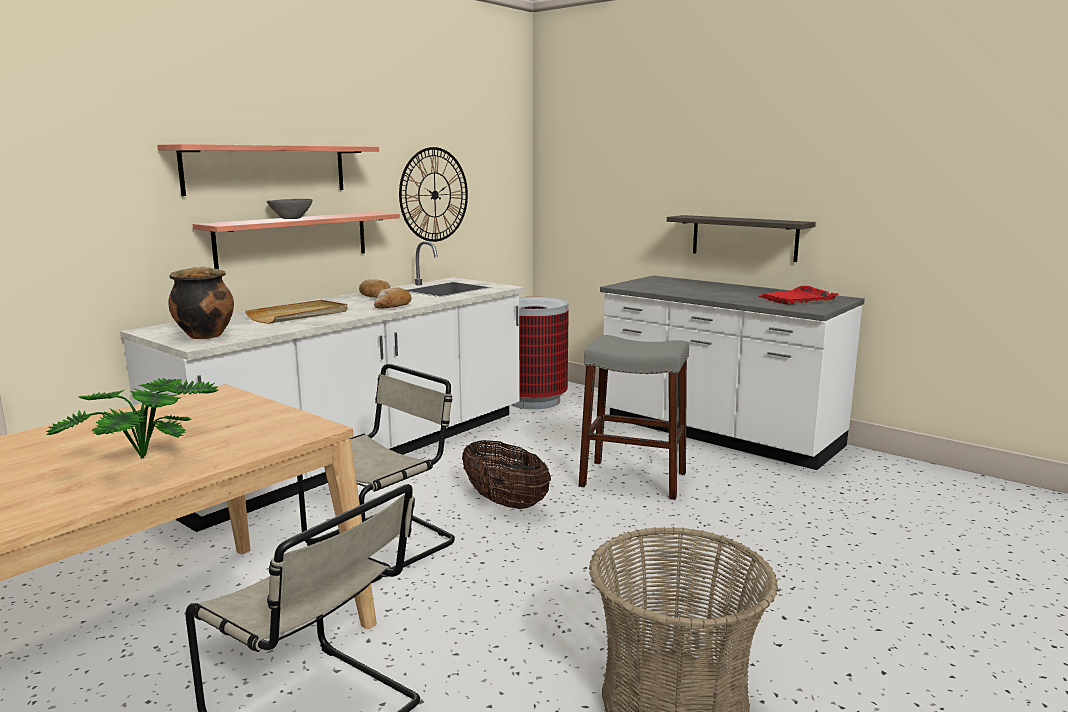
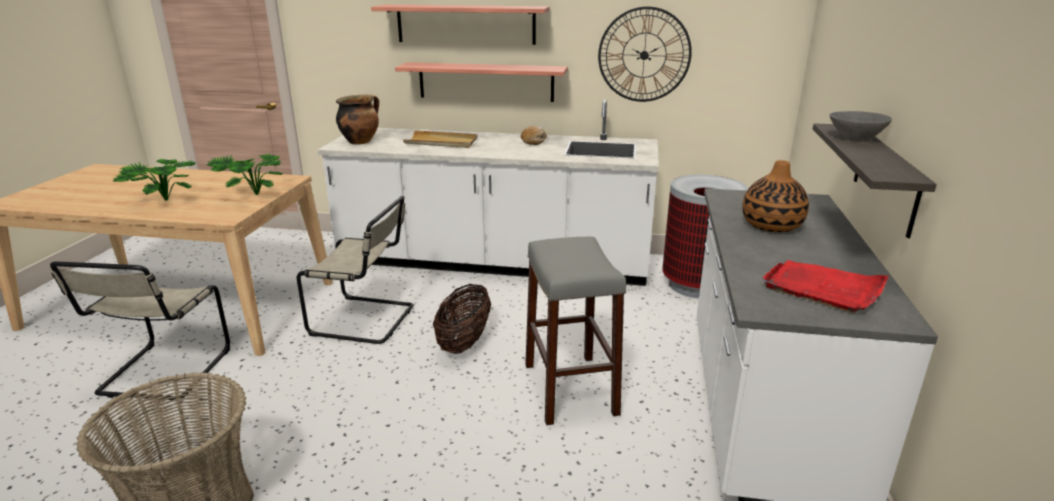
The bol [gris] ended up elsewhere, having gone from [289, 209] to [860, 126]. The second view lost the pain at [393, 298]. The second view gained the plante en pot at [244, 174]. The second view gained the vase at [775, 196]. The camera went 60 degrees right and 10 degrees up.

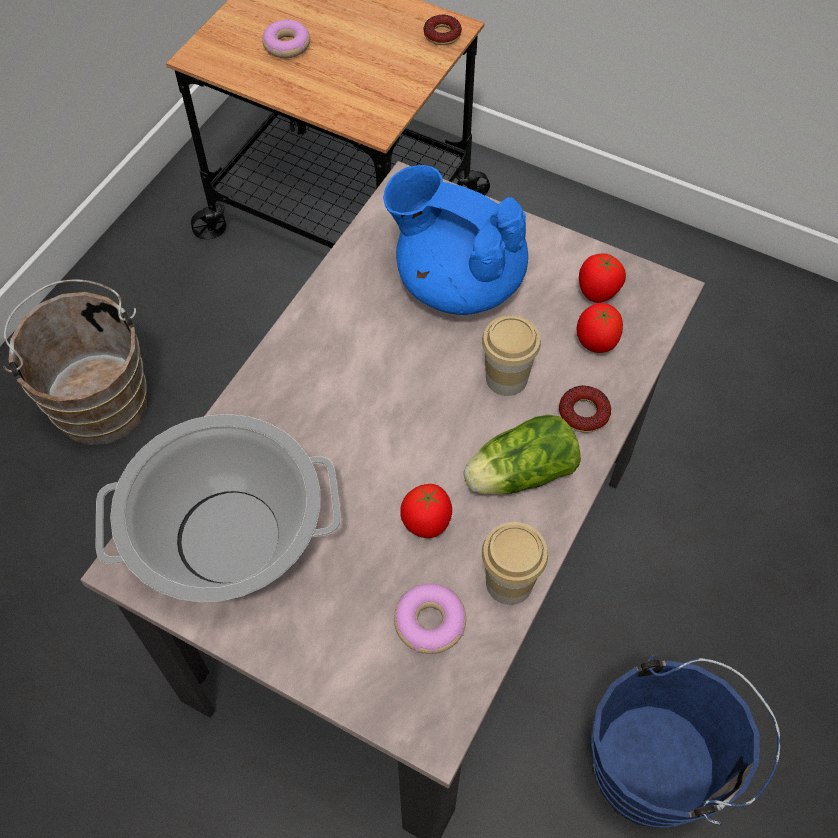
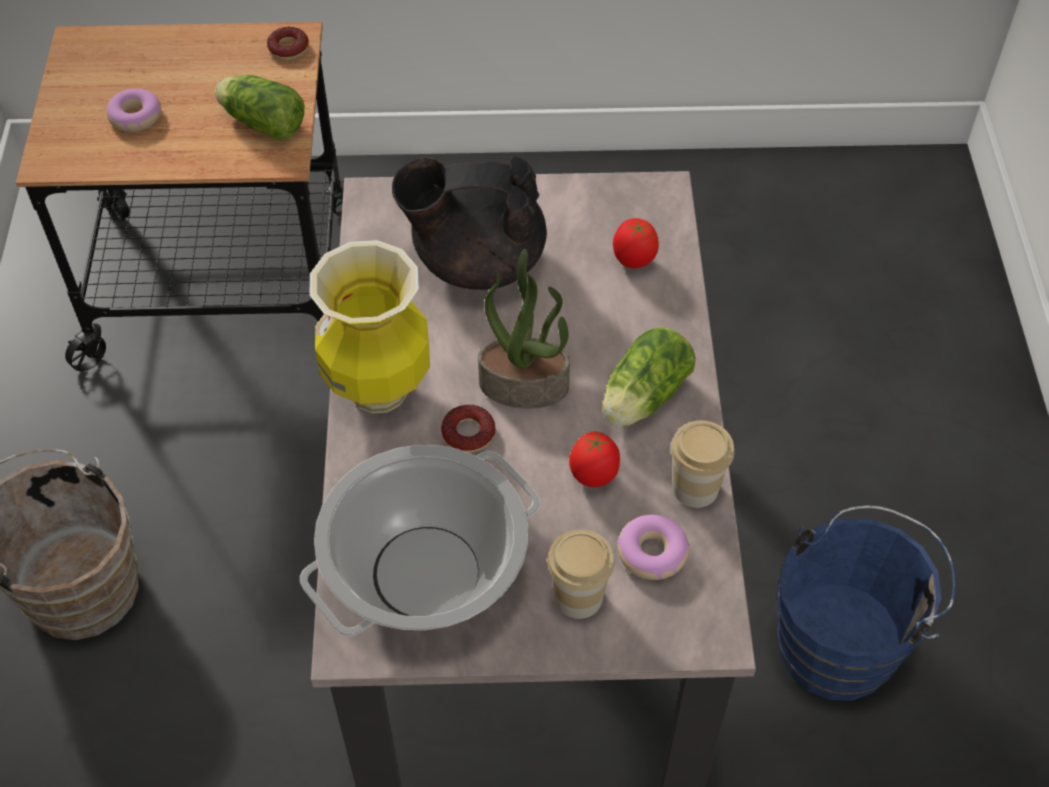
What was the théière [bleu] at [455, 240] turned into the théière [noir] at [469, 222]. The tasse ended up elsewhere, having gone from [511, 355] to [581, 574]. The beignet ended up elsewhere, having gone from [585, 409] to [468, 429]. The second view lost the tomate at [602, 278]. The second view gained the laitue at [260, 107]. The second view gained the vase at [370, 326]. The second view gained the plante en pot at [524, 329]. The camera went 30 degrees left and 5 degrees down.

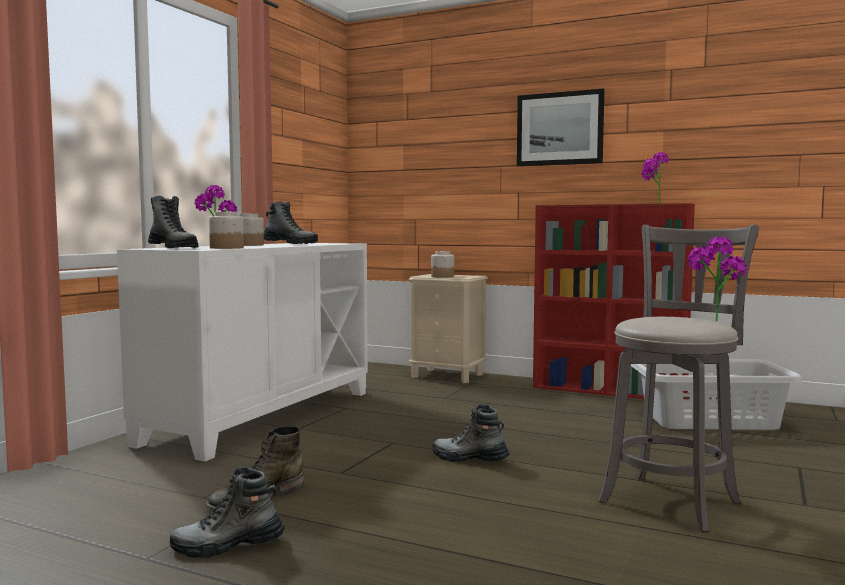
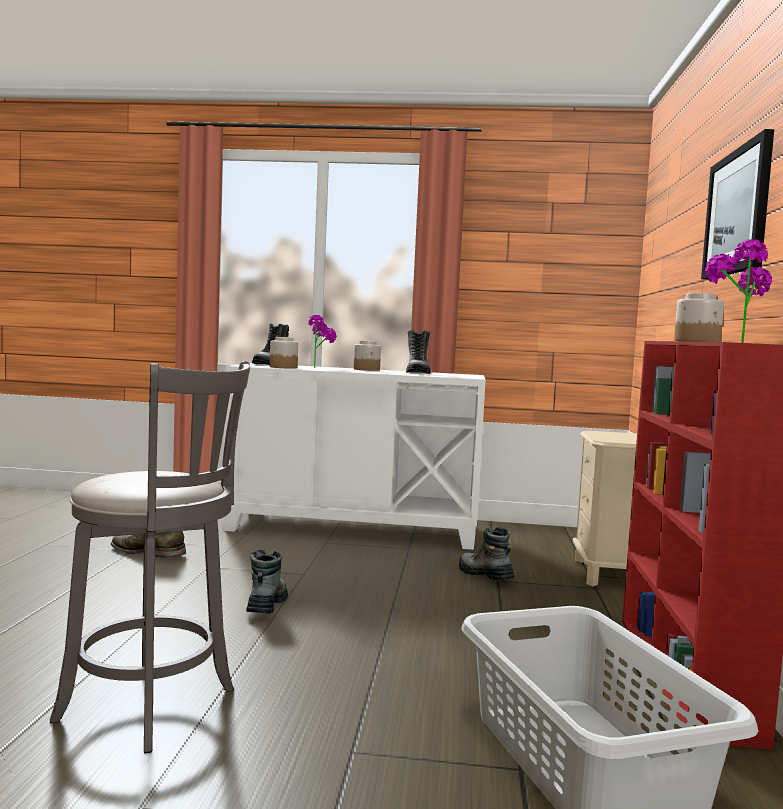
The botte ended up elsewhere, having gone from [226, 512] to [487, 554]. The bocal ended up elsewhere, having gone from [442, 264] to [699, 317]. The second view lost the plante en pot at [718, 279]. The camera went 70 degrees right and 0 degrees up.

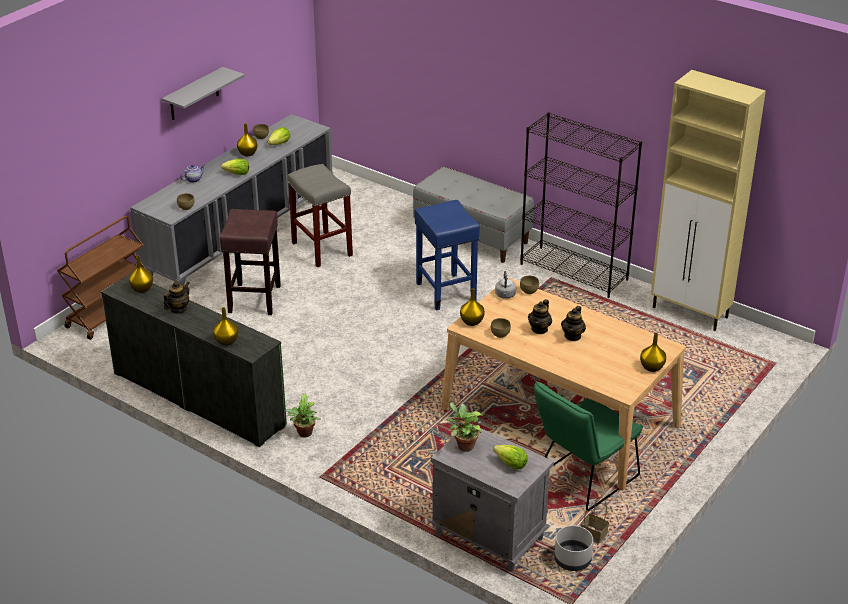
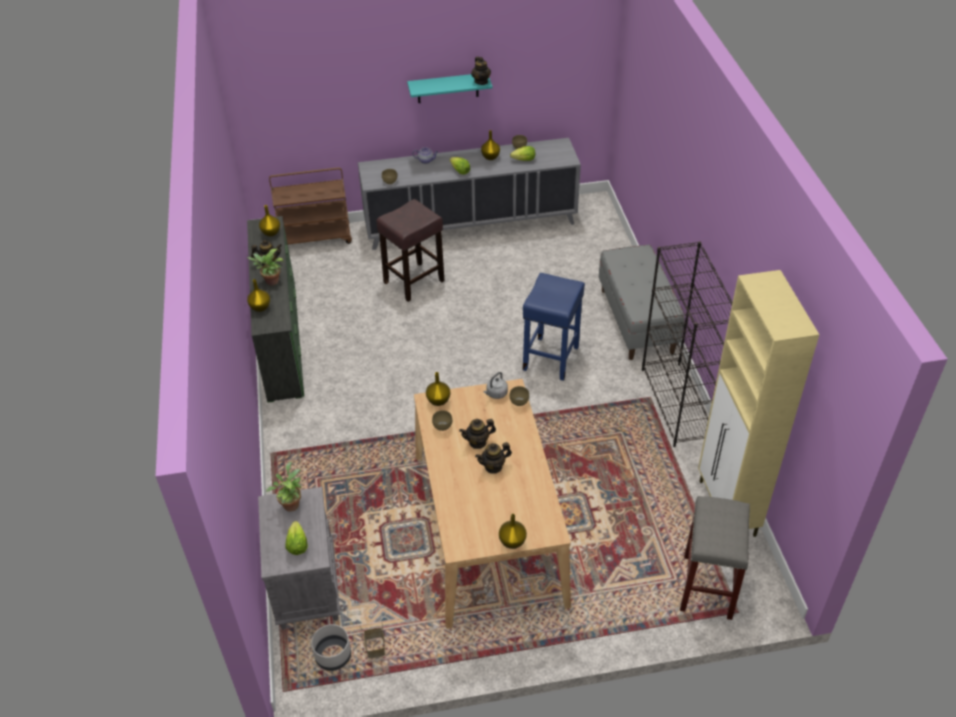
What was the étagère [gris] at [203, 93] turned into the étagère [turquoise] at [450, 88]. The plante en pot ended up elsewhere, having gone from [303, 415] to [265, 267]. The tabouret [gris] ended up elsewhere, having gone from [320, 215] to [715, 558]. The second view lost the chaise [vert] at [588, 445]. The second view gained the théière at [481, 70]. The camera went 45 degrees right and 10 degrees up.

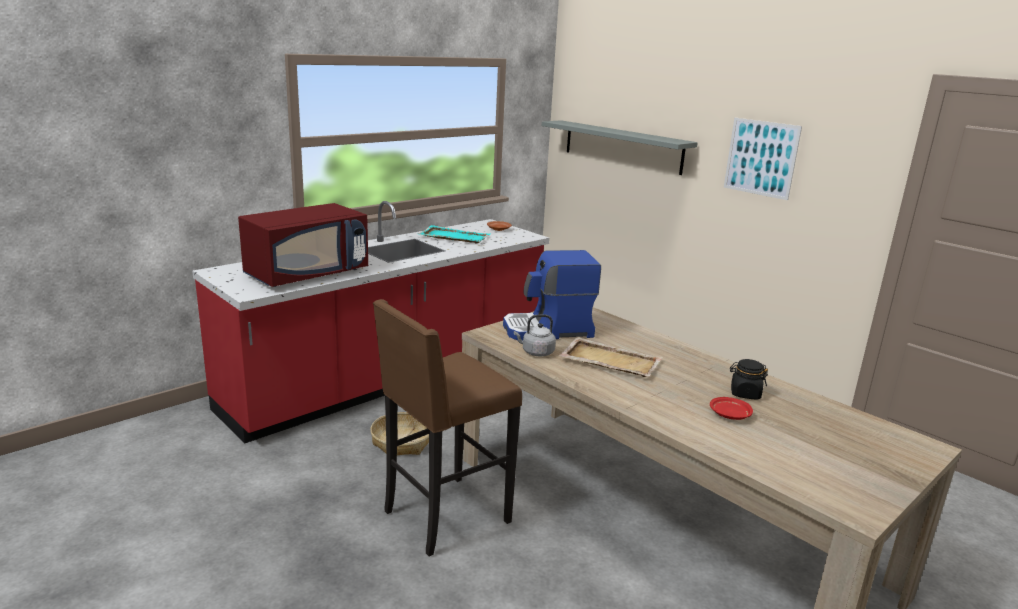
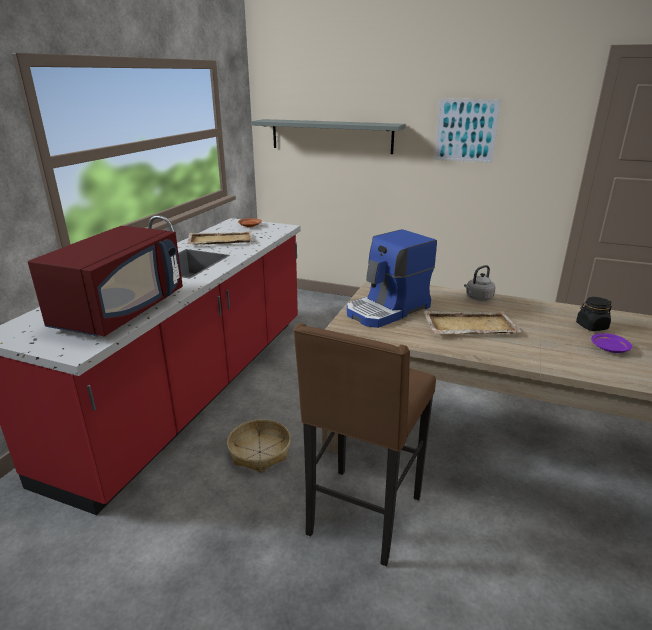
What was the plateau [turquoise] at [454, 234] turned into the plateau [beige] at [220, 237]. The bouilloire [gris] ended up elsewhere, having gone from [535, 335] to [479, 283]. What was the assiette [rouge] at [731, 408] turned into the assiette [violet] at [611, 343]. The camera went 25 degrees left and 5 degrees up.

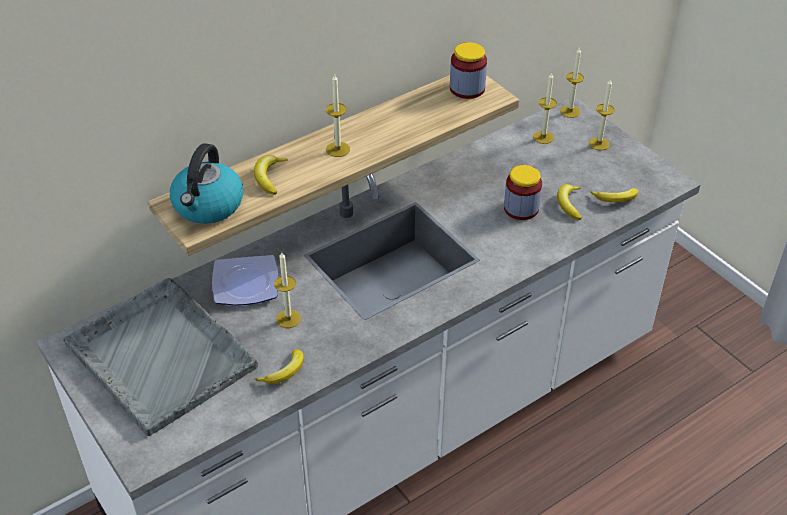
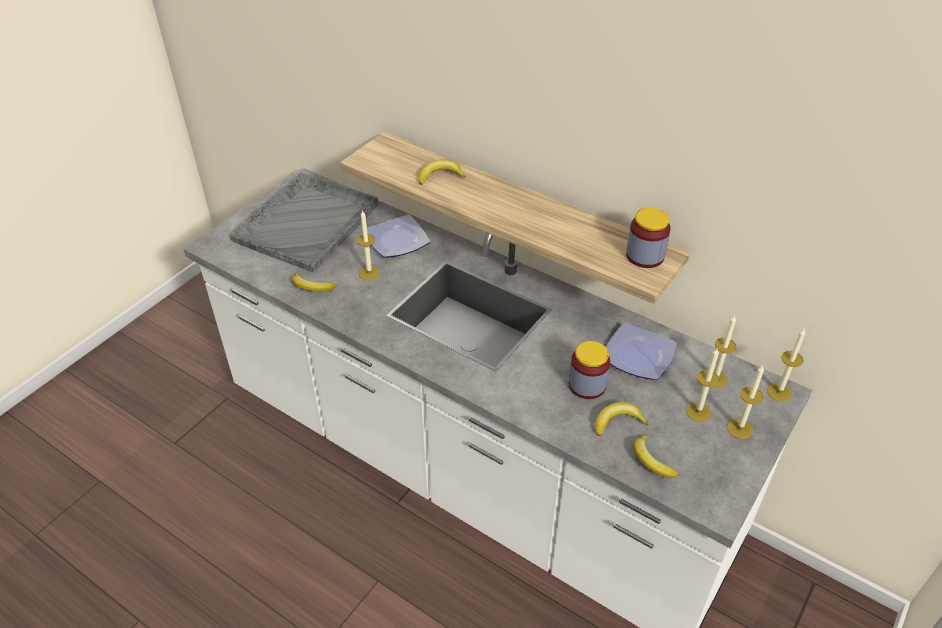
The second view lost the bouilloire at [206, 183]. The bougie ended up elsewhere, having gone from [338, 115] to [703, 385]. The second view gained the assiette at [641, 351]. The camera went 70 degrees right and 0 degrees up.

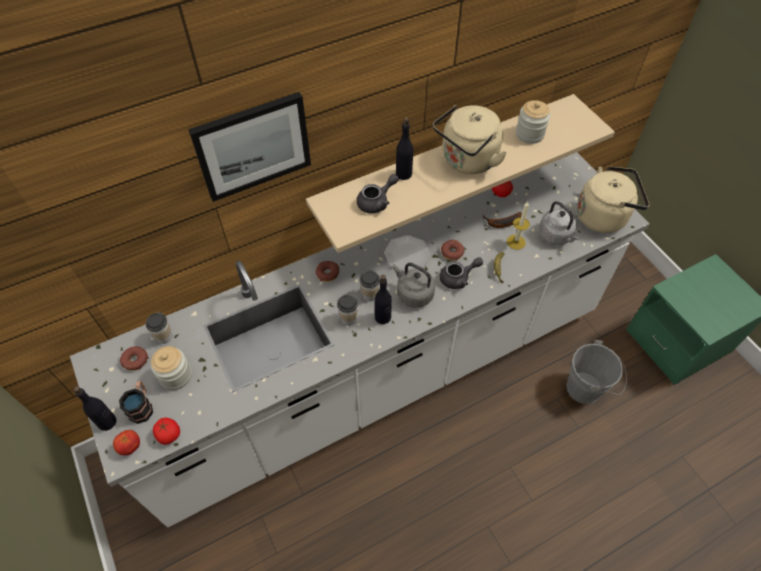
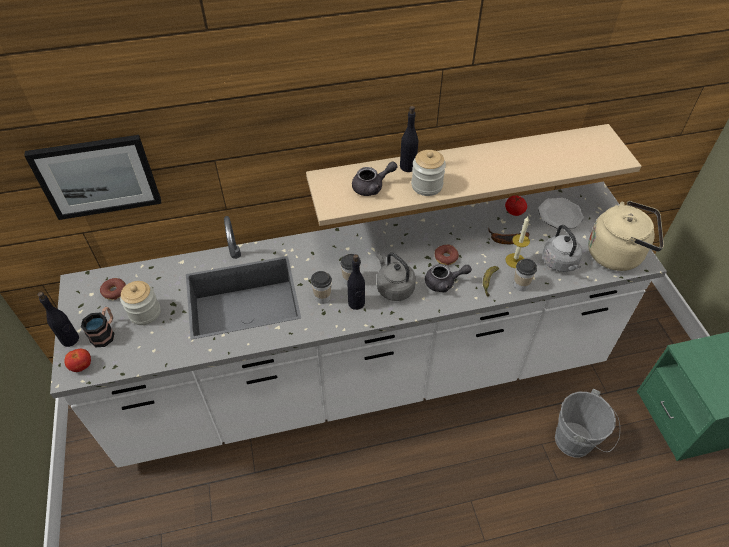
The tasse ended up elsewhere, having gone from [159, 328] to [525, 275]. The second view lost the tomate at [166, 431]. The tableau ended up elsewhere, having gone from [249, 147] to [92, 177]. The second view lost the beignet at [327, 271]. The assiette ended up elsewhere, having gone from [407, 253] to [561, 213]. The second view lost the bouilloire [beige] at [470, 139]. The bocal ended up elsewhere, having gone from [533, 122] to [428, 173]. The camera went 15 degrees right and 5 degrees down.

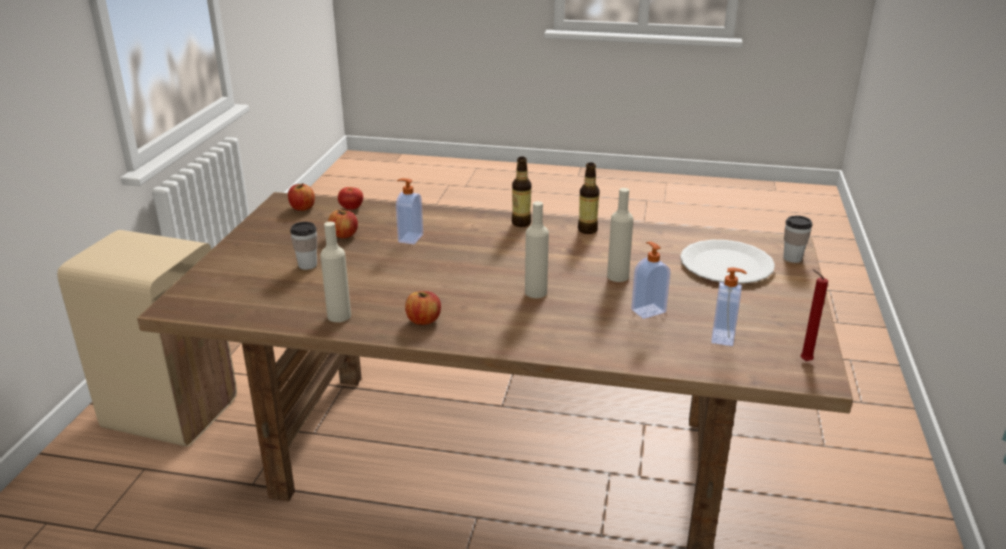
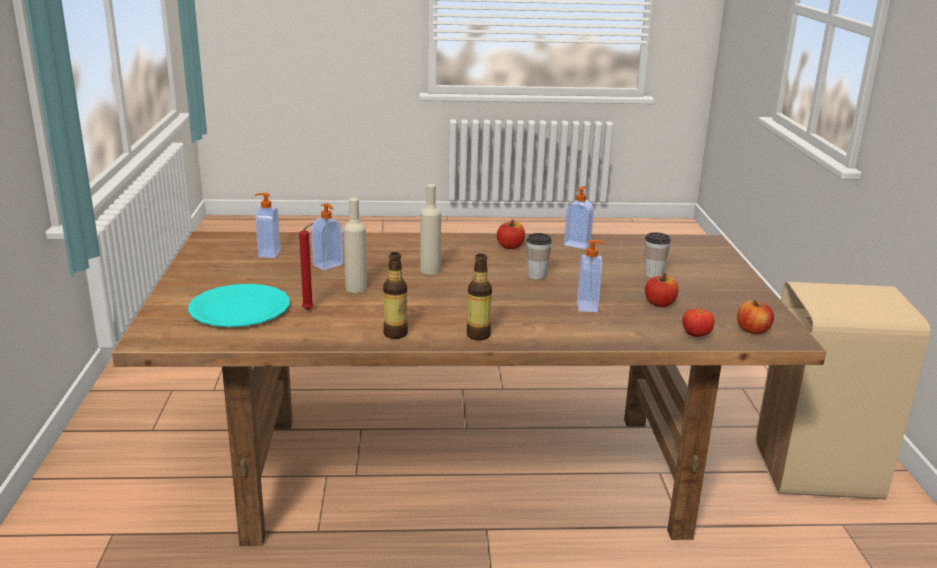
Where the bouteille [beige] stood at [335, 272], the distributeur de savon came to stand at [579, 217]. What was the assiette [blanc] at [727, 262] turned into the assiette [turquoise] at [239, 305]. The tasse ended up elsewhere, having gone from [798, 239] to [539, 256]. The bougie [rouge] ended up elsewhere, having gone from [814, 315] to [306, 266]. The camera went 165 degrees right and 5 degrees down.

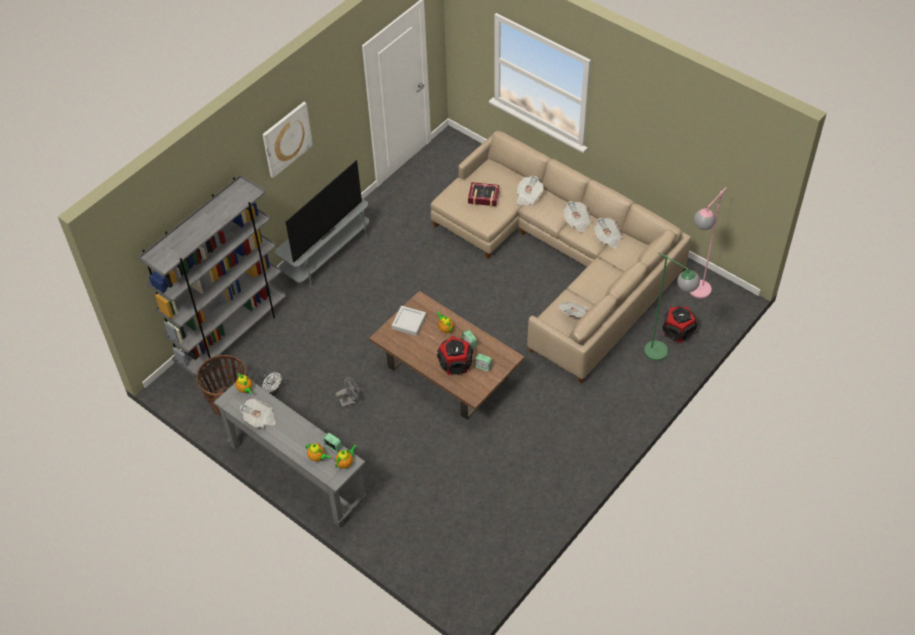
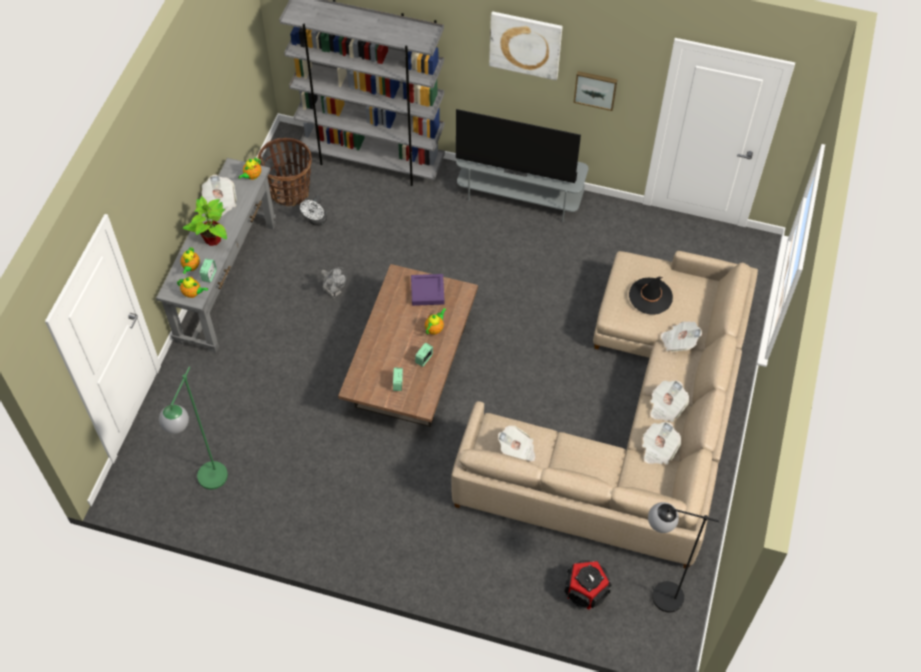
What was the plateau [gris] at [408, 321] turned into the plateau [violet] at [428, 290]. The second view lost the enceinte at [455, 355]. Where the livre stood at [484, 194], the chapeau [noir] came to stand at [651, 296]. The lampadaire [vert] ended up elsewhere, having gone from [672, 306] to [193, 428]. What was the lampadaire [rose] at [708, 242] turned into the lampadaire [noir] at [683, 557]. The second view gained the plante en pot at [205, 221]. The second view gained the tableau at [595, 91]. The camera went 65 degrees right and 5 degrees up.

